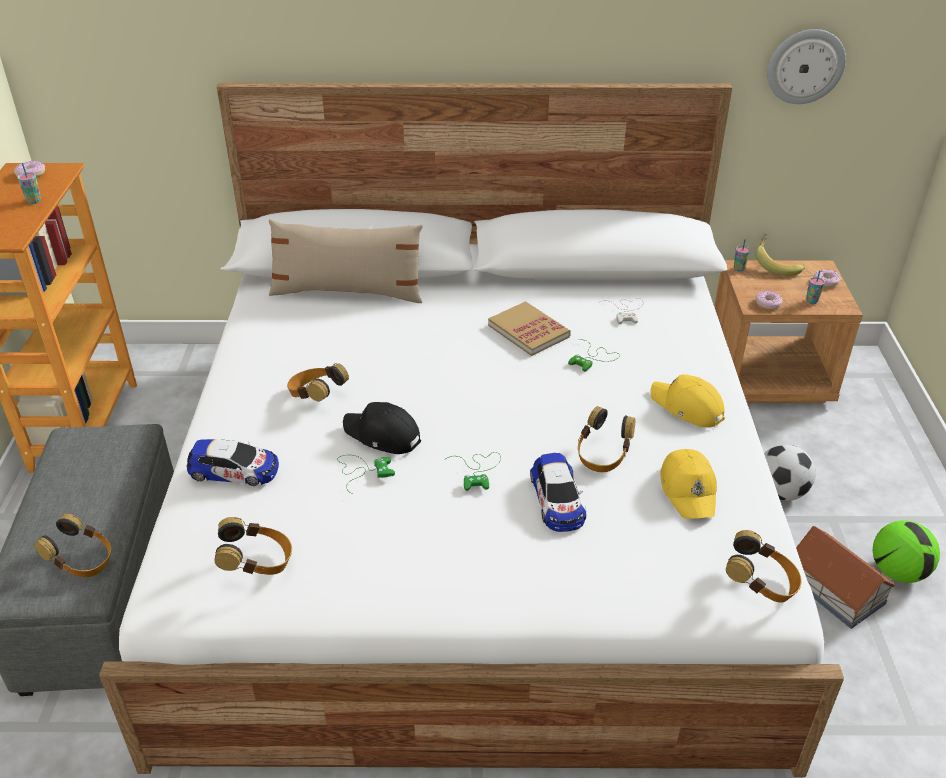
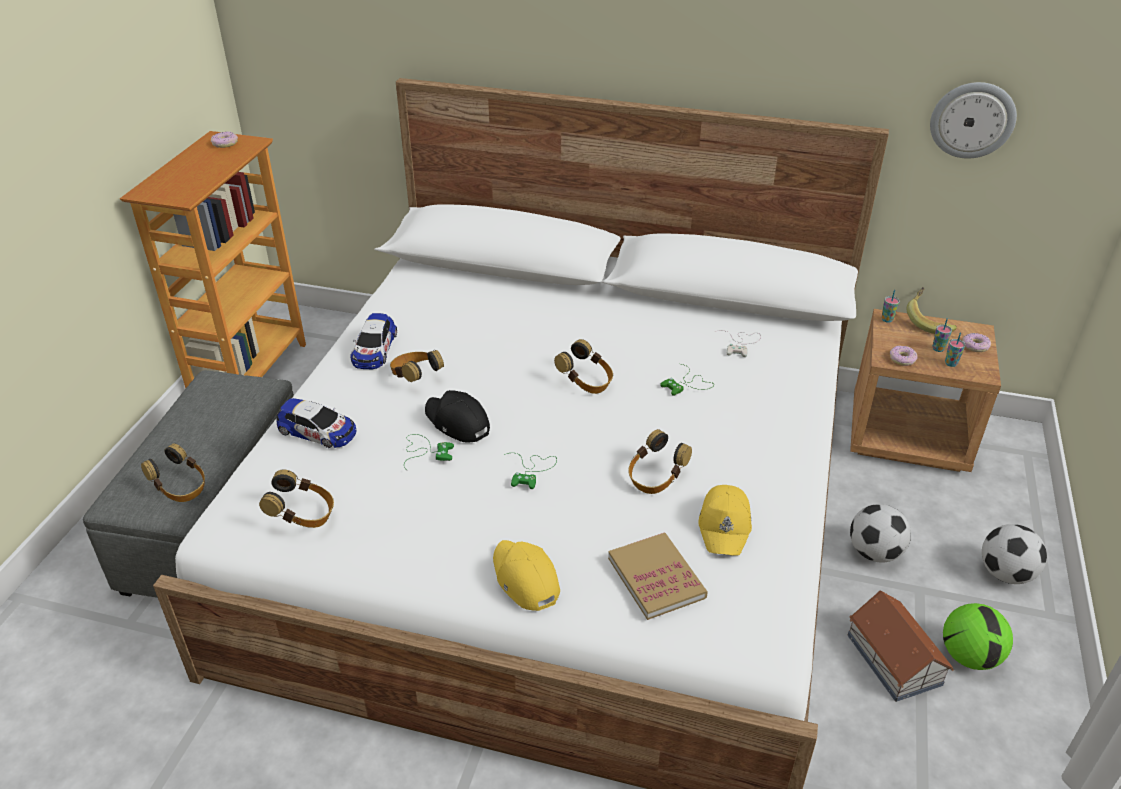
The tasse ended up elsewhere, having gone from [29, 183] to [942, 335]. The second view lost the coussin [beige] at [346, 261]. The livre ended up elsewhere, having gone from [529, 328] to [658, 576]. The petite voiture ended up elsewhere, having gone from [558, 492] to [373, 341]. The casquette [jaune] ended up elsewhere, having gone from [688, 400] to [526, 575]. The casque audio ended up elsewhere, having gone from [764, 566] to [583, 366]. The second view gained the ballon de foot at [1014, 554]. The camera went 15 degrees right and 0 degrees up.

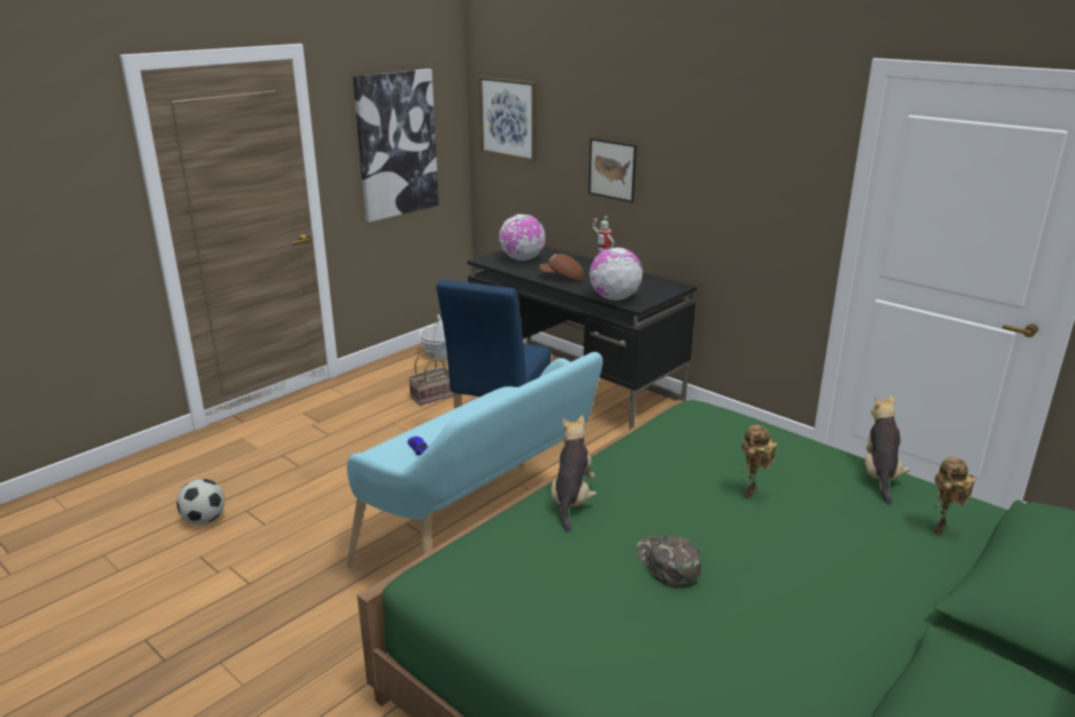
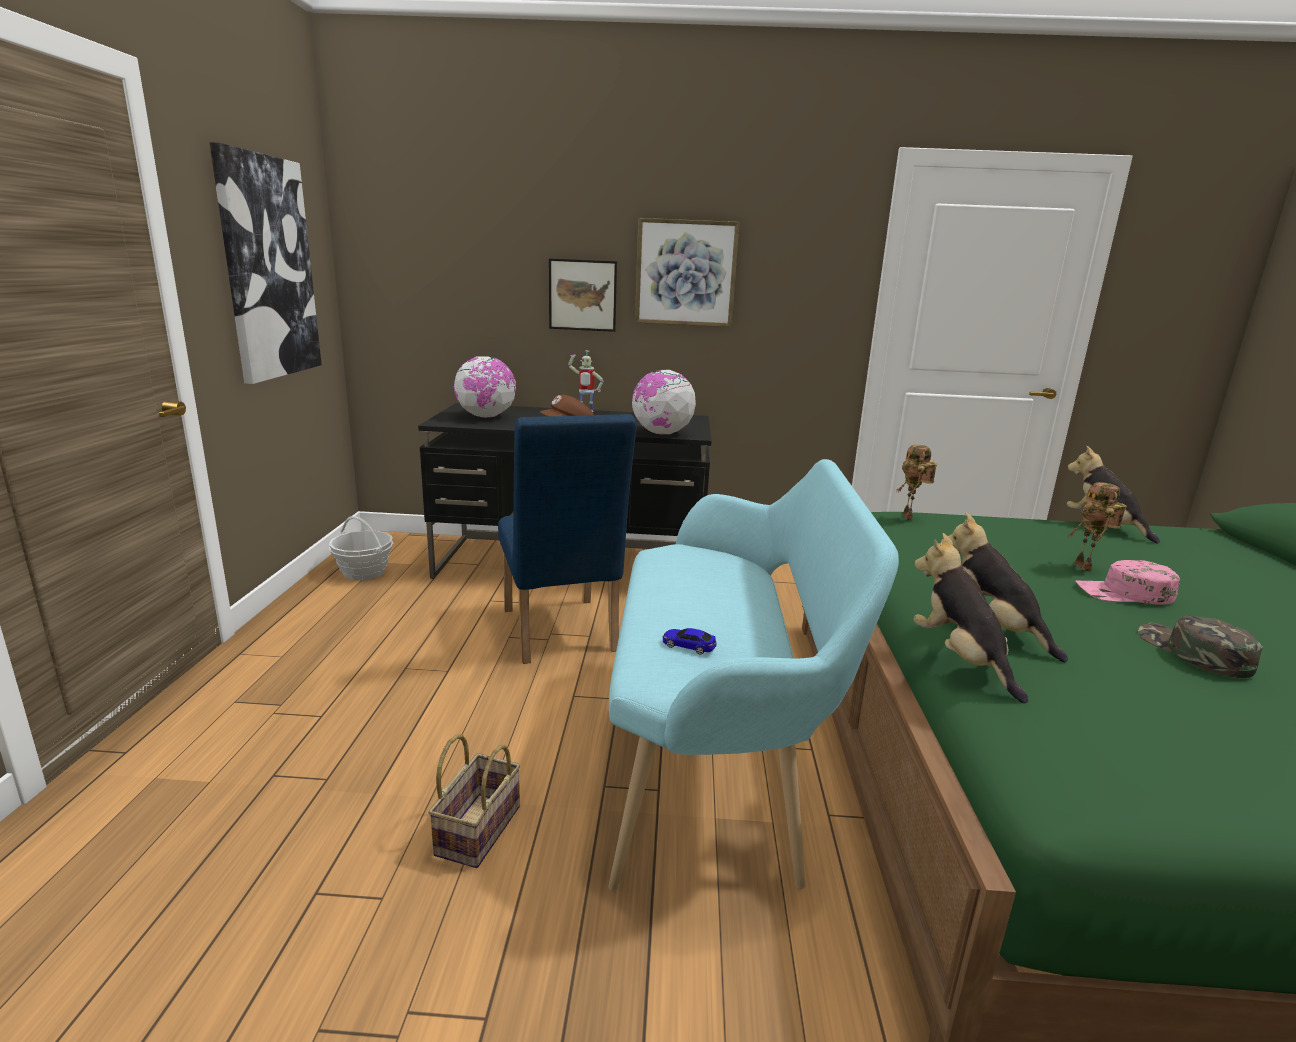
The second view lost the ballon de foot at [201, 502]. The panier ended up elsewhere, having gone from [430, 378] to [474, 801]. The tableau ended up elsewhere, having gone from [507, 119] to [687, 272]. The casquette [vert] at [668, 562] ended up facing another way, 45 degrees clockwise from before. The robot jouet ended up elsewhere, having gone from [954, 496] to [917, 482]. The second view gained the peluche at [971, 618]. The second view gained the casquette [rose] at [1127, 582]. The camera went 40 degrees left and 5 degrees down.

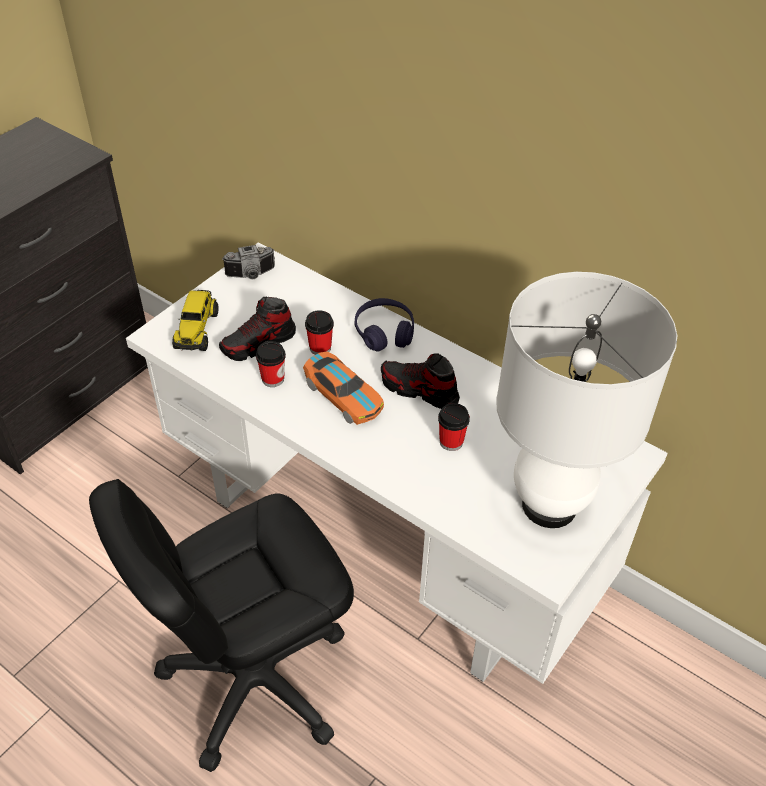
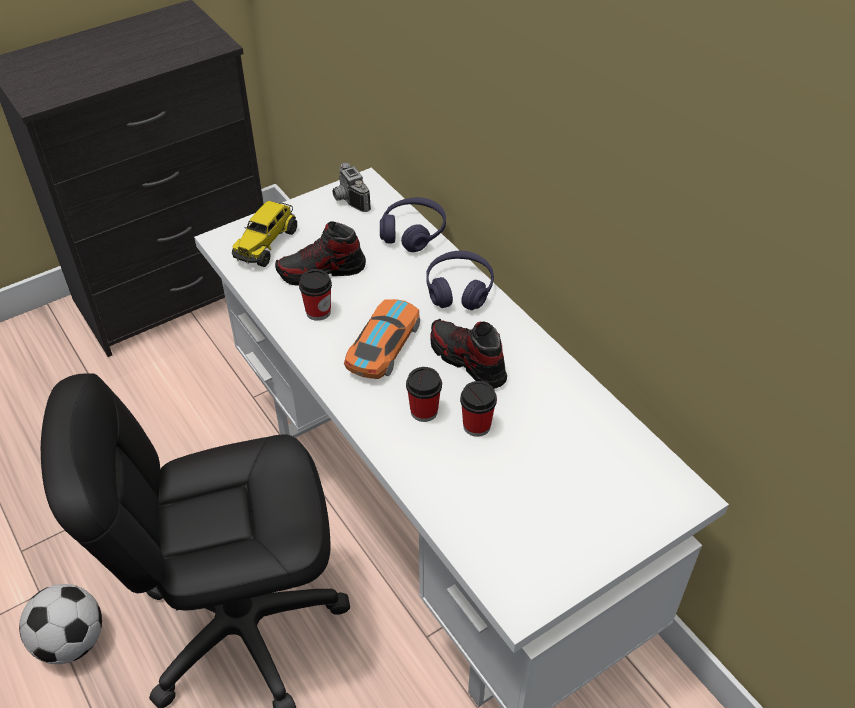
The appareil photo at [248, 262] ended up facing another way, 60 degrees clockwise from before. The petite voiture at [343, 388] ended up facing another way, 135 degrees counterclockwise from before. The tasse ended up elsewhere, having gone from [319, 332] to [424, 394]. The second view lost the lampe de table [blanc] at [587, 400]. The second view gained the ballon de foot at [60, 624]. The second view gained the casque audio [violet] at [413, 224]. The camera went 20 degrees right and 0 degrees up.

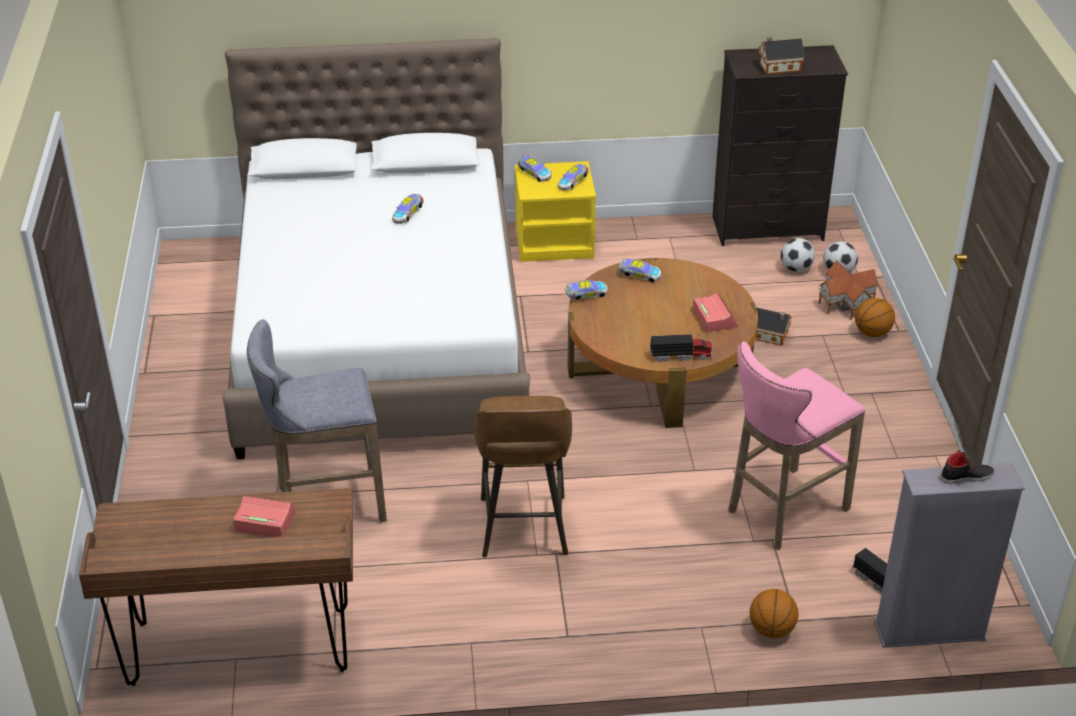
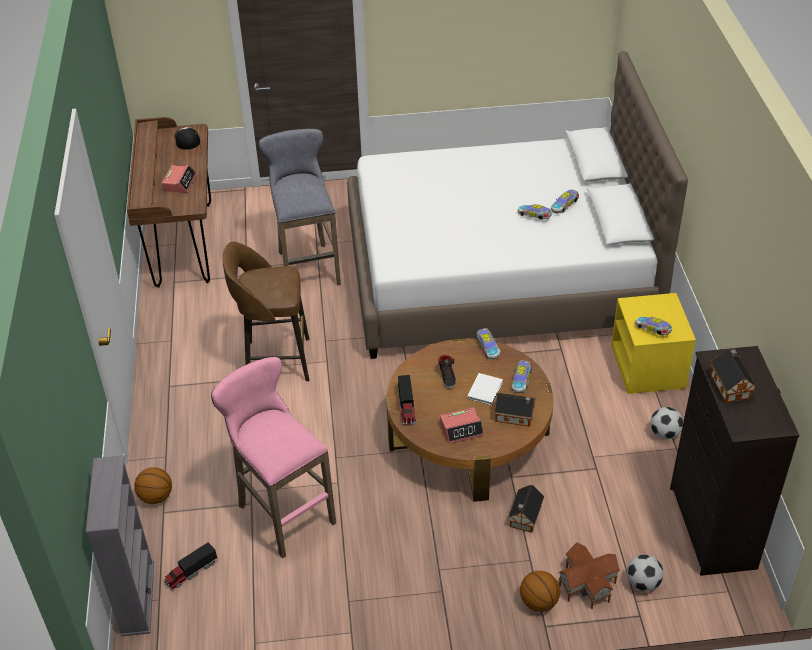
The petite voiture ended up elsewhere, having gone from [535, 168] to [565, 201]. The ballon de foot ended up elsewhere, having gone from [798, 255] to [666, 423]. The chaussure [noir] ended up elsewhere, having gone from [967, 466] to [447, 372]. The second view gained the casquette at [187, 138]. The second view gained the livre [blanc] at [485, 389]. The second view gained the maison miniature at [515, 410]. The camera went 90 degrees right and 5 degrees up.

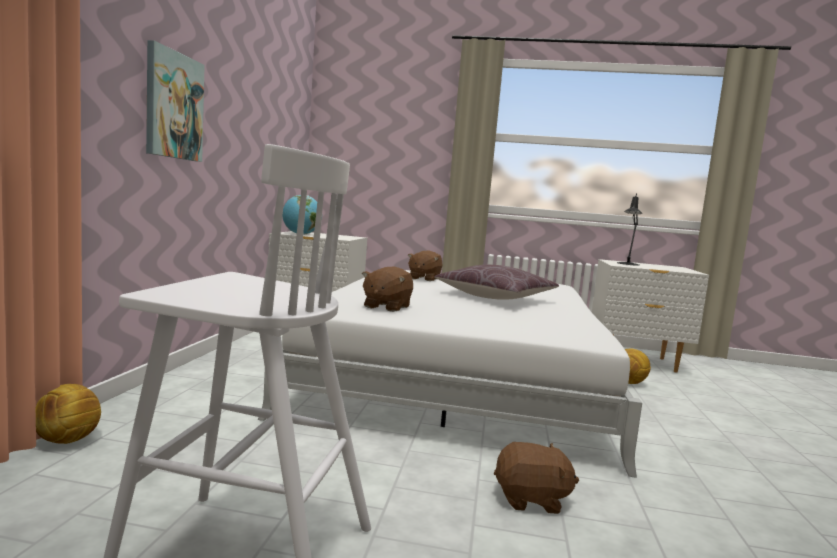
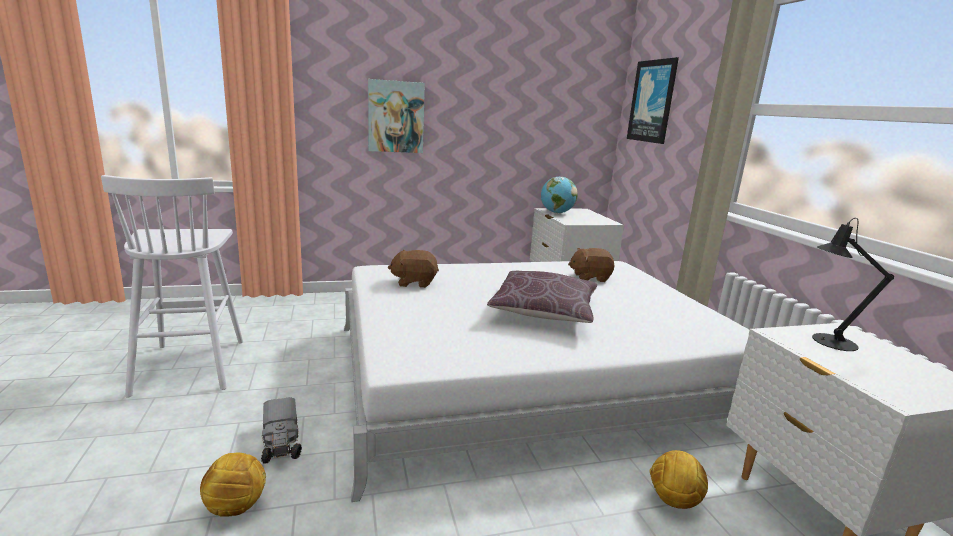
The ballon de foot ended up elsewhere, having gone from [68, 414] to [233, 485]. Where the peluche [marron] stood at [536, 478], the camion jouet came to stand at [281, 430]. The second view gained the tableau at [653, 100]. The camera went 65 degrees right and 10 degrees up.

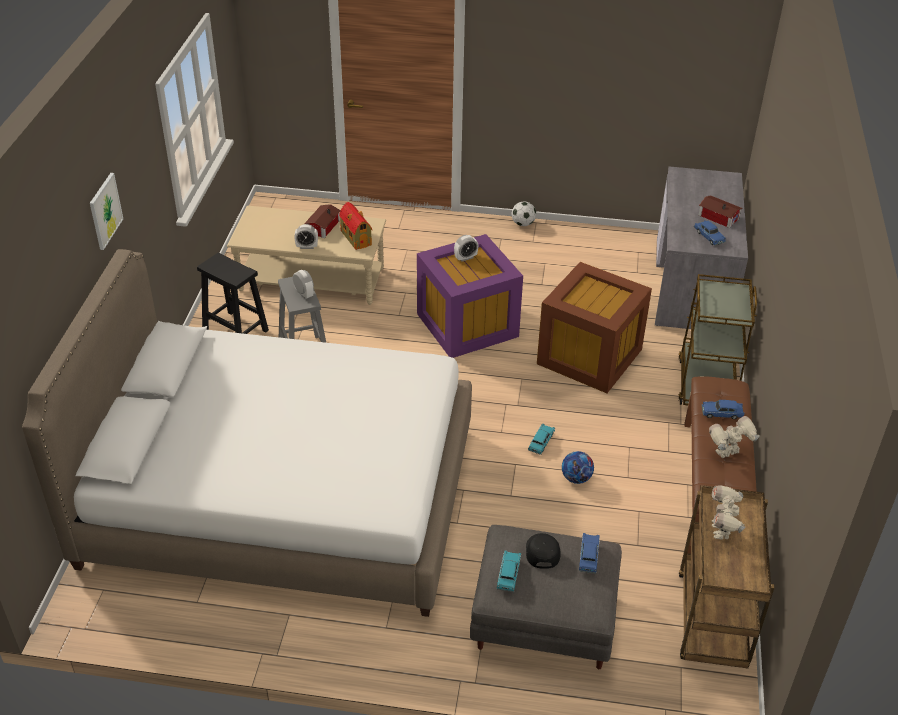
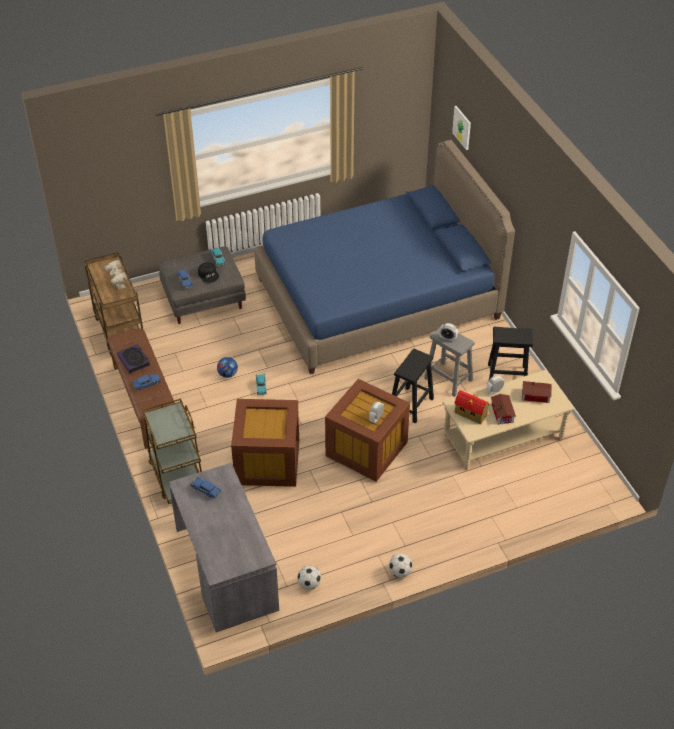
What was the lit [blanc] at [247, 433] turned into the lit [bleu] at [384, 257]. The tableau ended up elsewhere, having gone from [106, 211] to [461, 128]. What was the boîte de rangement [violet] at [470, 296] turned into the boîte de rangement [marron] at [367, 430]. The maison miniature ended up elsewhere, having gone from [721, 211] to [537, 392]. Where the robot jouet stood at [734, 437], the livre came to stand at [133, 359]. The second view gained the ballon de foot at [309, 577]. The second view gained the tabouret [noir] at [413, 386]. The camera went 150 degrees right and 5 degrees up.

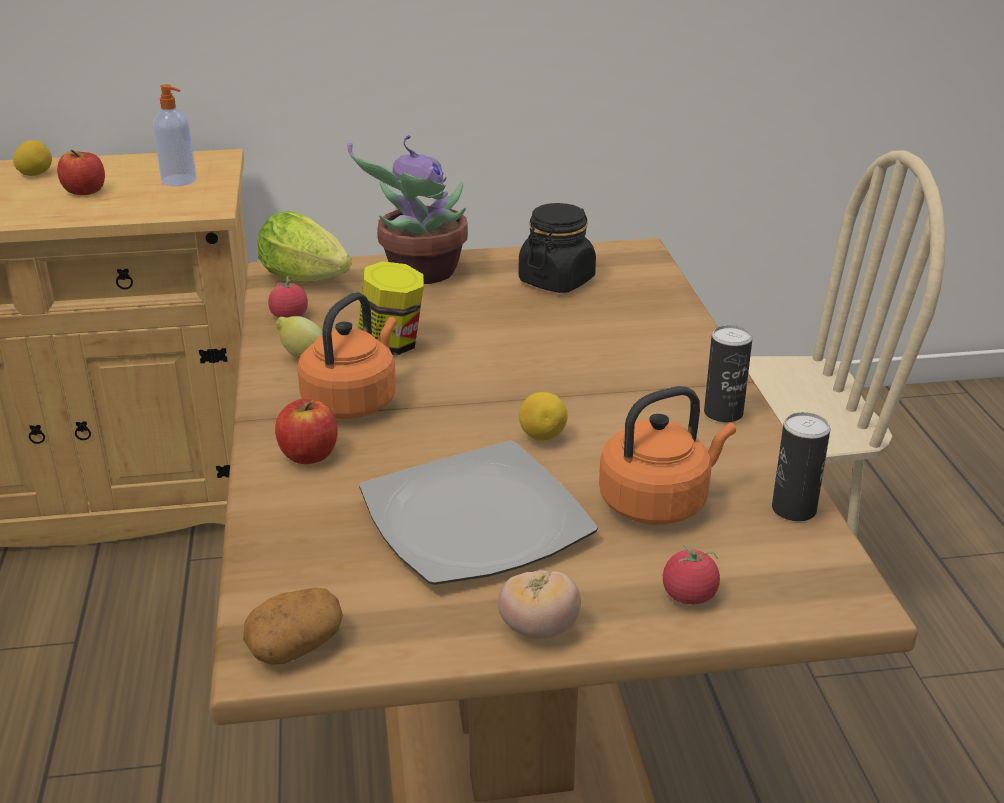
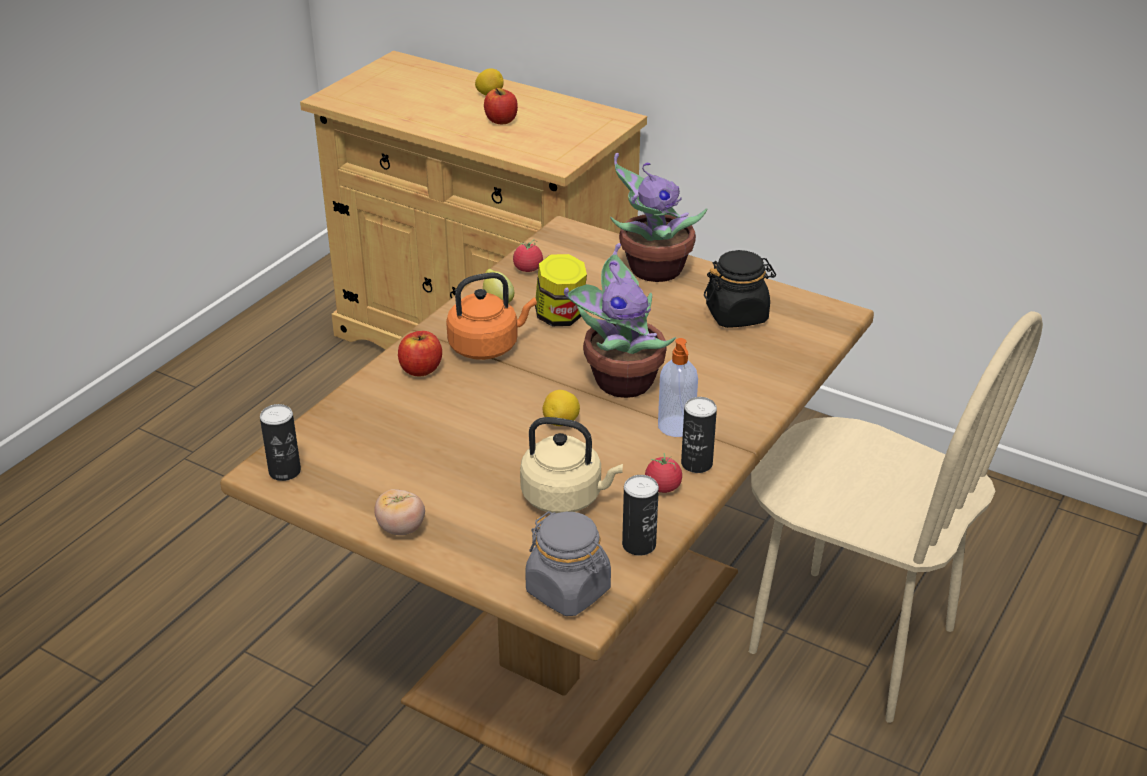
The distributeur de savon ended up elsewhere, having gone from [175, 135] to [678, 387]. Where the pomme de terre stood at [293, 626], the boîte métallique came to stand at [280, 442]. The second view lost the laitue at [304, 247]. The second view lost the assiette at [478, 513]. What was the bouilloire [orange] at [667, 455] turned into the bouilloire [beige] at [571, 465]. The tomate ended up elsewhere, having gone from [691, 574] to [663, 473]. The second view gained the bocal [gris] at [568, 563]. The second view gained the plante en pot at [620, 320]. The camera went 40 degrees right and 5 degrees up.

